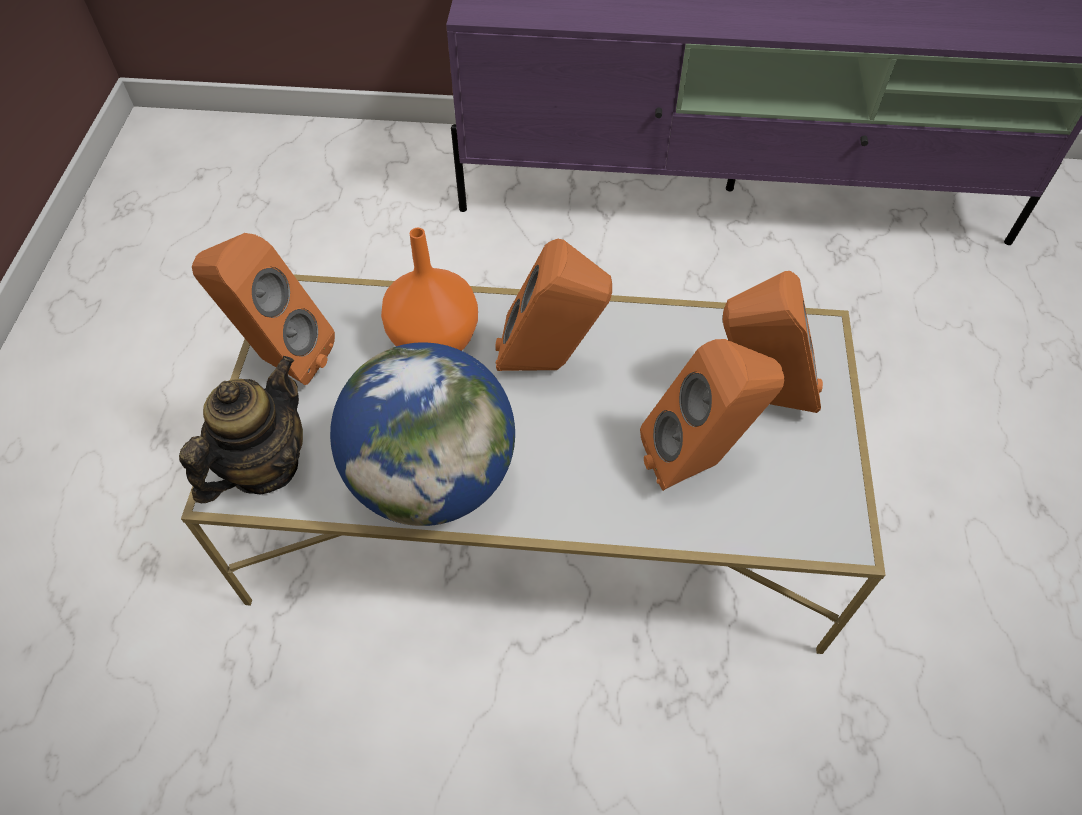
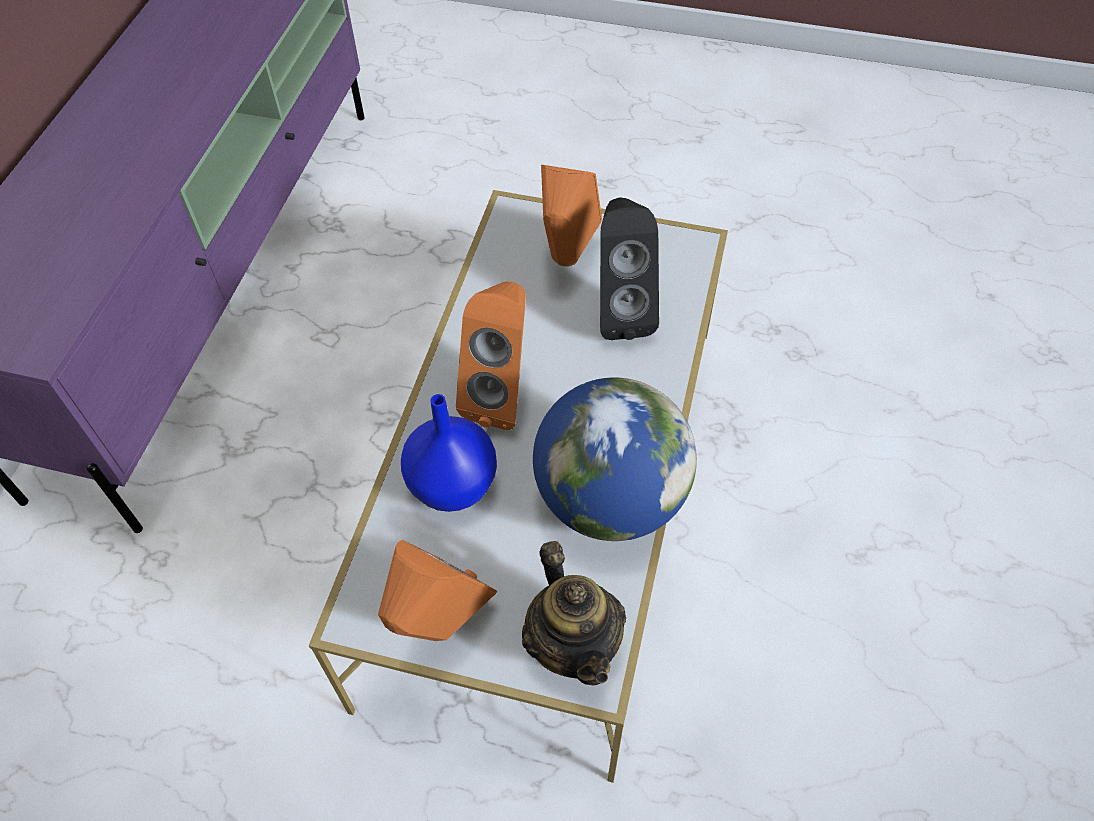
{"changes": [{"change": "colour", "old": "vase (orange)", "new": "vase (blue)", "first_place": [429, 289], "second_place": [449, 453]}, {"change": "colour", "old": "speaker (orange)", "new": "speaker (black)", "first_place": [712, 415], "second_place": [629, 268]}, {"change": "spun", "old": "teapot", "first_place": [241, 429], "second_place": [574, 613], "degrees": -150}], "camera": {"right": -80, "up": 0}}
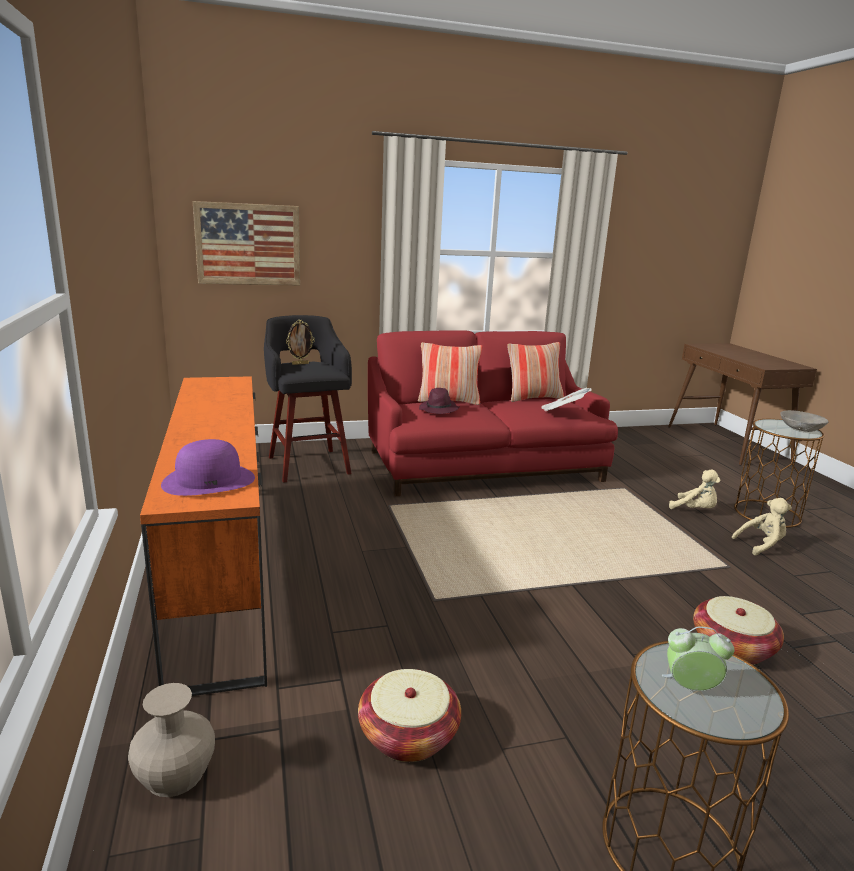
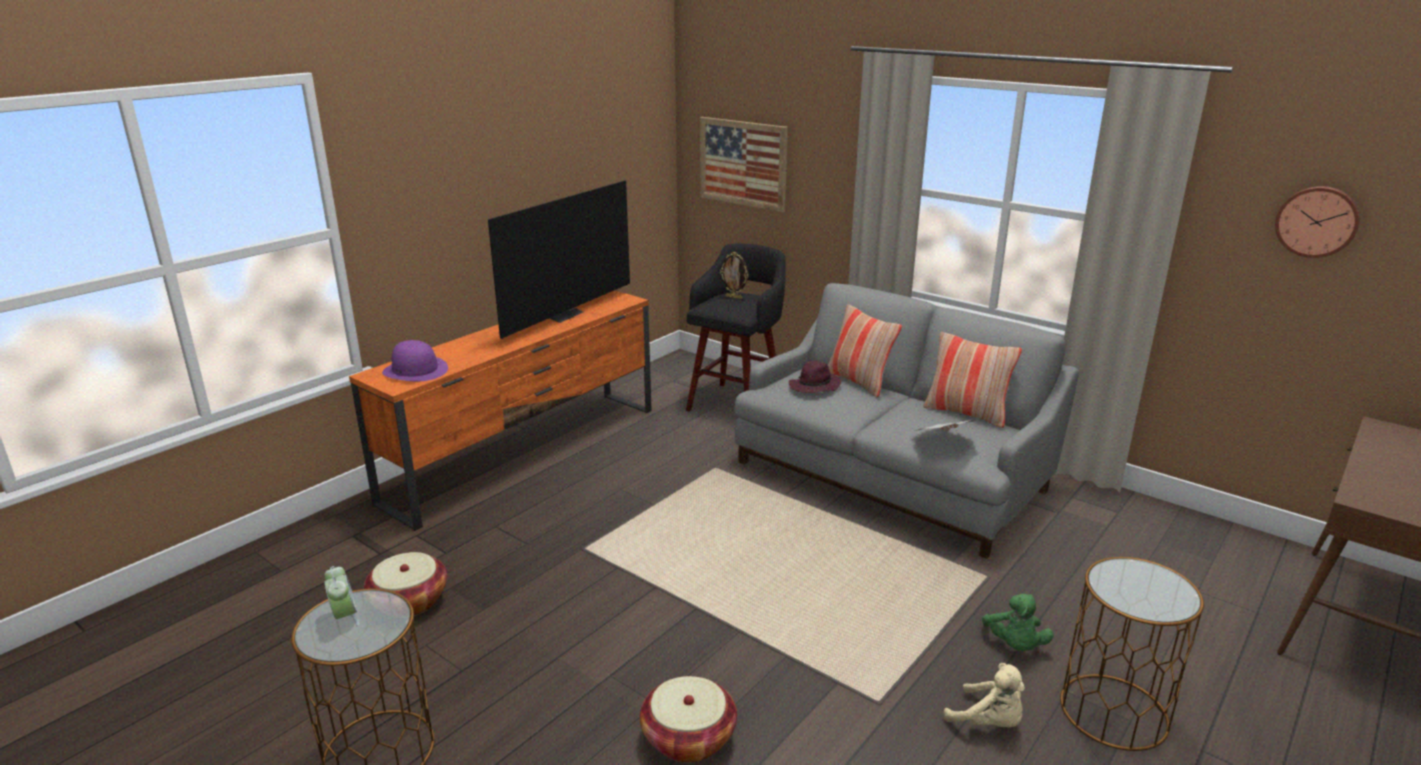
{"changes": [{"change": "colour", "old": "sofa (red)", "new": "sofa (grey)", "first_place": [493, 413], "second_place": [907, 421]}, {"change": "missing", "old": "bowl (grey)", "first_place": [804, 421]}, {"change": "colour", "old": "plush toy (beige)", "new": "plush toy (green)", "first_place": [695, 489], "second_place": [1017, 622]}, {"change": "missing", "old": "vase (beige)", "first_place": [171, 740]}, {"change": "appeared", "new": "television", "second_place": [559, 259]}, {"change": "appeared", "new": "wall clock", "second_place": [1317, 222]}], "camera": {"right": 55, "up": 5}}
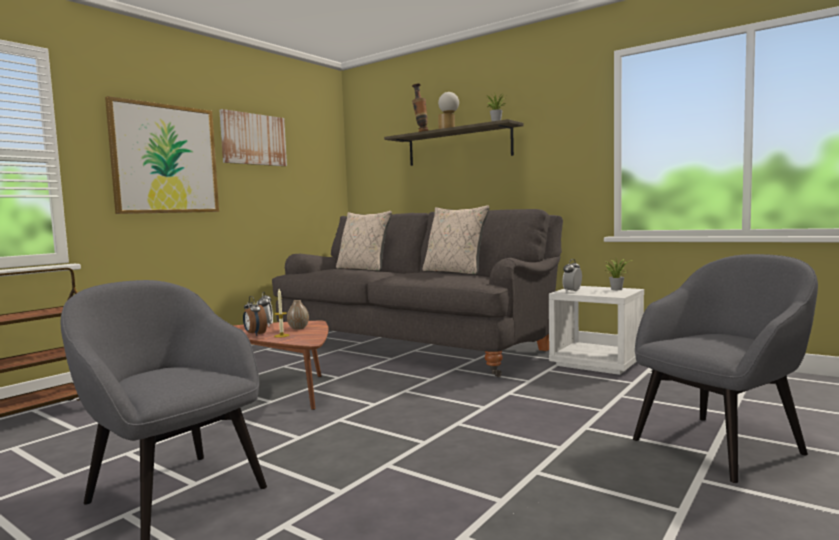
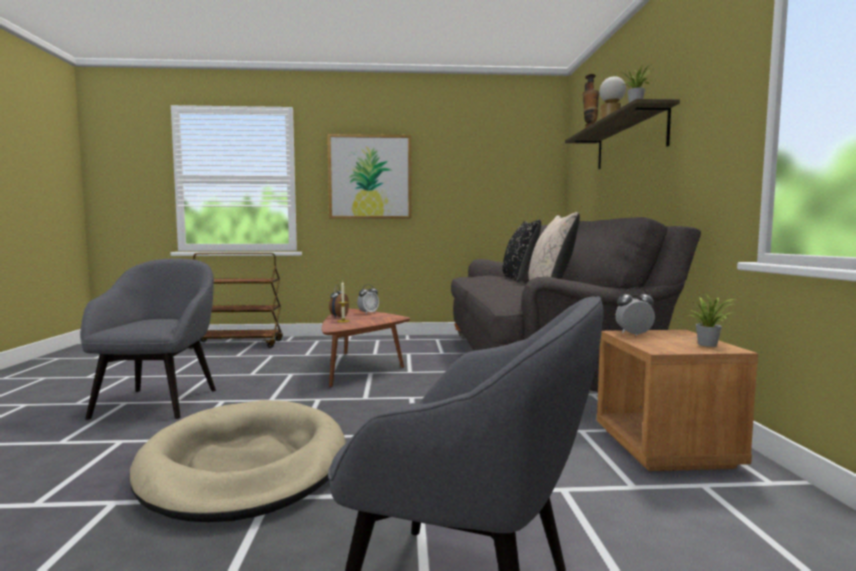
{"changes": [{"change": "missing", "old": "picture", "first_place": [253, 137]}, {"change": "colour", "old": "pillow (beige)", "new": "pillow (black)", "first_place": [364, 241], "second_place": [522, 250]}, {"change": "colour", "old": "nightstand (white)", "new": "nightstand (brown)", "first_place": [596, 330], "second_place": [677, 400]}, {"change": "missing", "old": "vase", "first_place": [298, 315]}, {"change": "appeared", "new": "dog bed (beige)", "second_place": [237, 461]}], "camera": {"right": 50, "up": 0}}
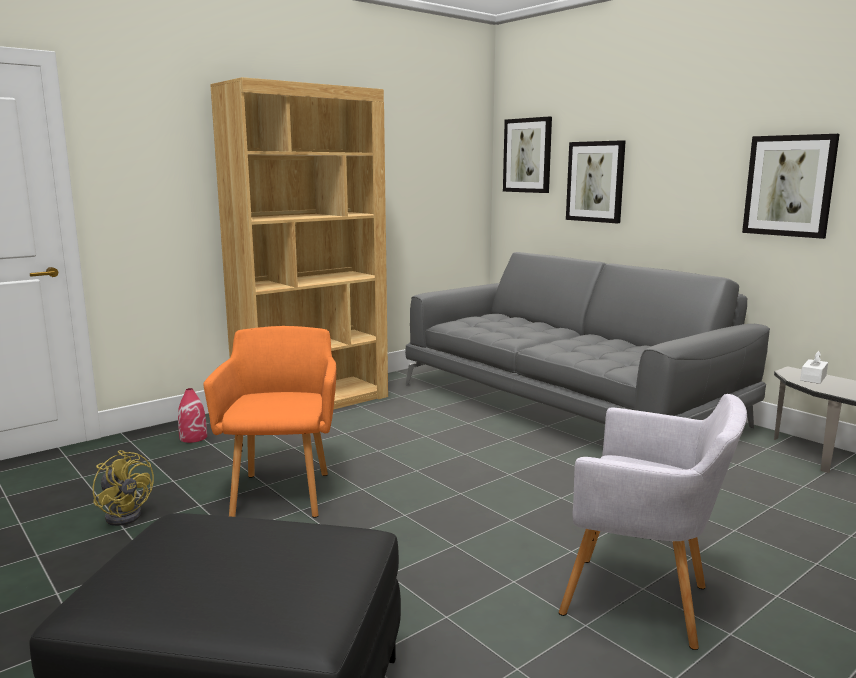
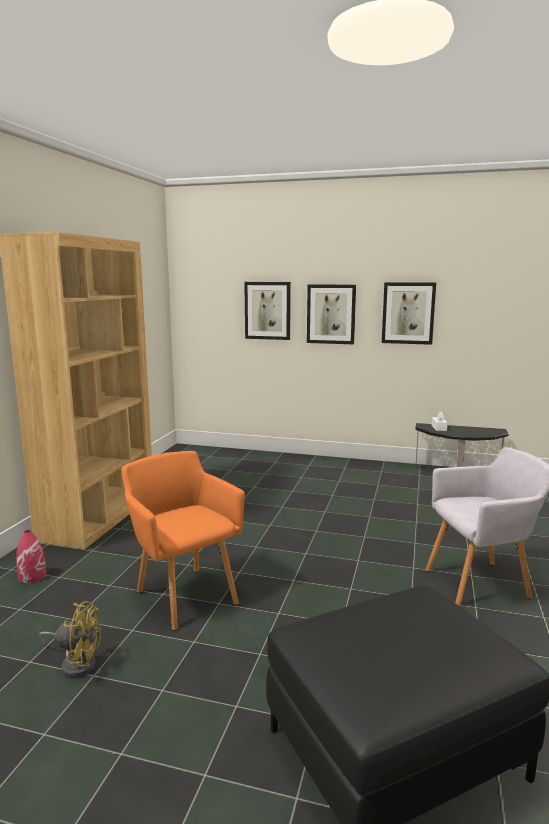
{"changes": [{"change": "relocated", "old": "picture", "first_place": [527, 155], "second_place": [331, 314]}, {"change": "missing", "old": "sofa (grey)", "first_place": [587, 340]}], "camera": {"right": -35, "up": 0}}
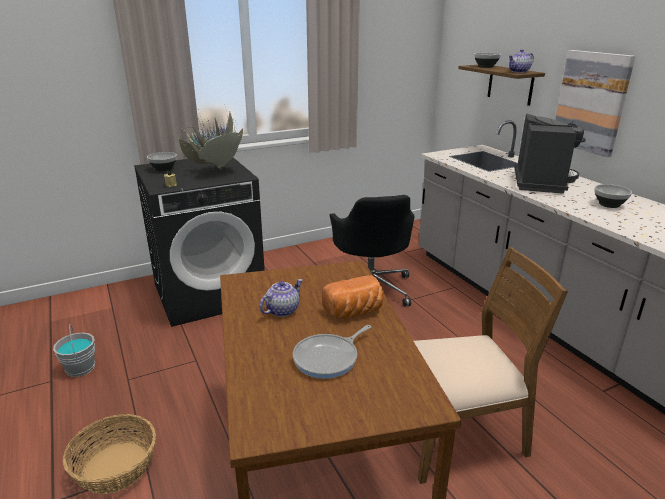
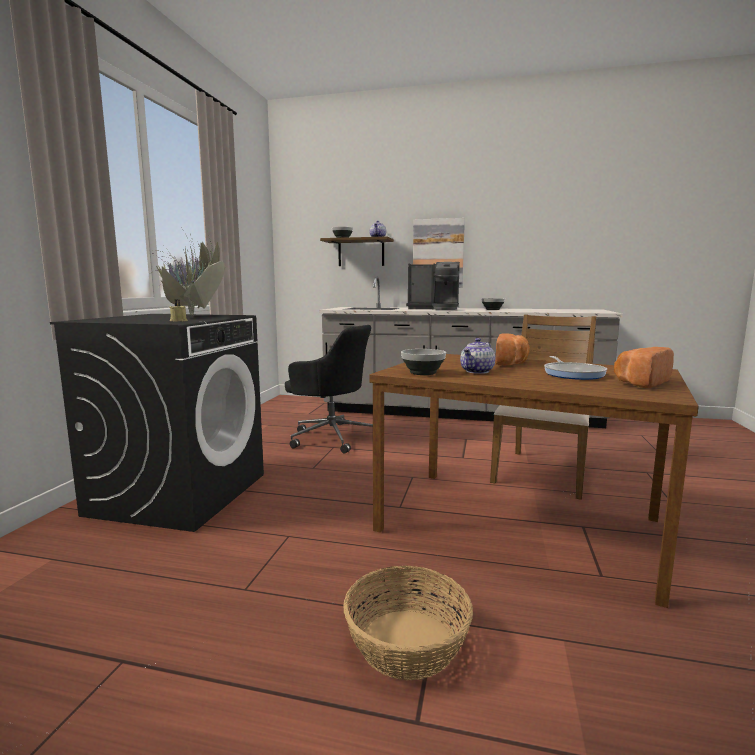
{"changes": [{"change": "spun", "old": "coffee machine", "first_place": [550, 154], "second_place": [433, 286], "degrees": 135}, {"change": "relocated", "old": "bowl", "first_place": [162, 161], "second_place": [423, 362]}, {"change": "spun", "old": "teapot", "first_place": [281, 298], "second_place": [477, 356], "degrees": -135}, {"change": "missing", "old": "bucket (grey)", "first_place": [74, 350]}, {"change": "appeared", "new": "bread", "second_place": [644, 367]}], "camera": {"right": -50, "up": -15}}
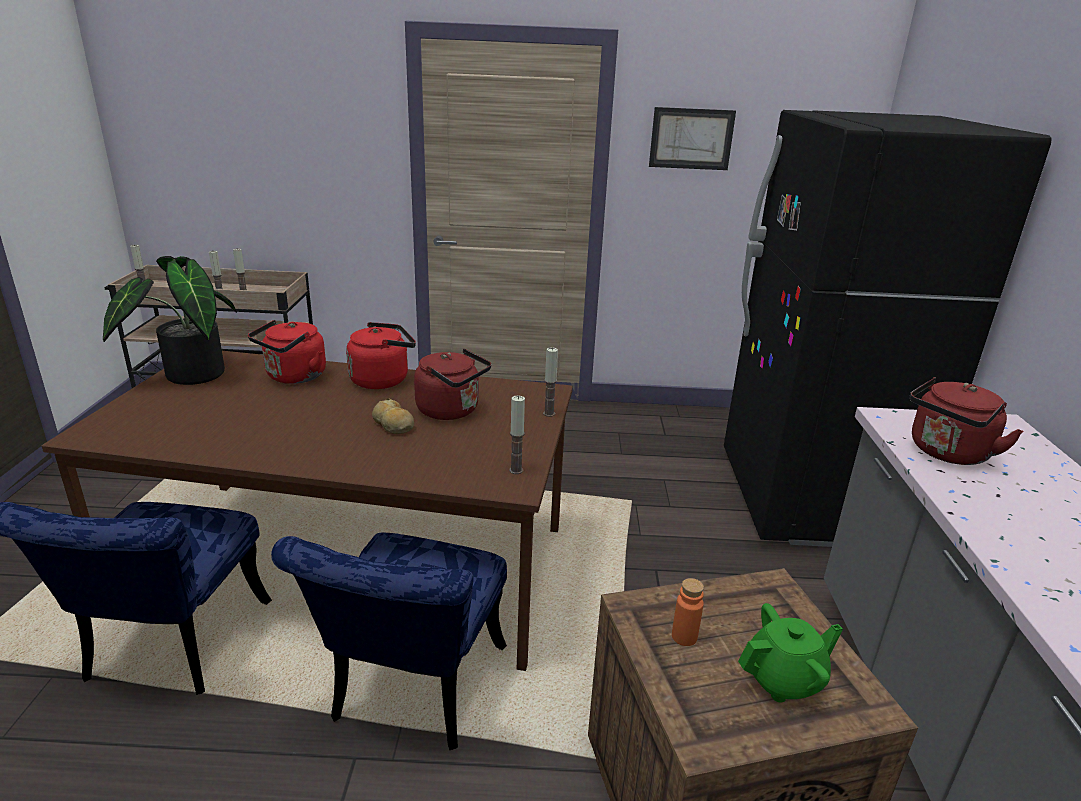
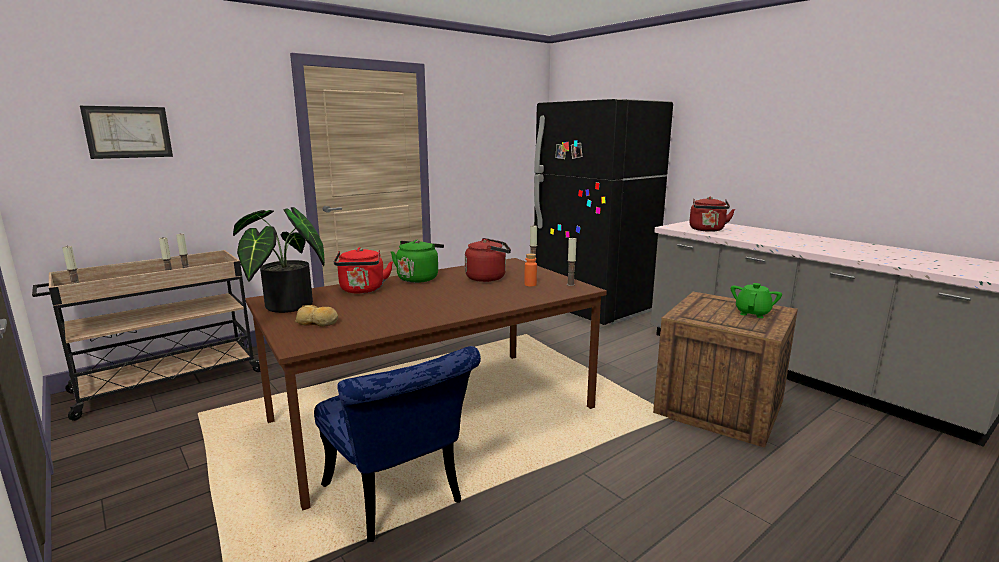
{"changes": [{"change": "relocated", "old": "picture", "first_place": [692, 138], "second_place": [126, 132]}, {"change": "colour", "old": "kettle (red)", "new": "kettle (green)", "first_place": [381, 355], "second_place": [417, 261]}, {"change": "relocated", "old": "bread", "first_place": [393, 416], "second_place": [316, 316]}, {"change": "missing", "old": "chair (blue)", "first_place": [389, 641]}, {"change": "relocated", "old": "bottle (orange)", "first_place": [688, 612], "second_place": [530, 269]}], "camera": {"right": -40, "up": -10}}
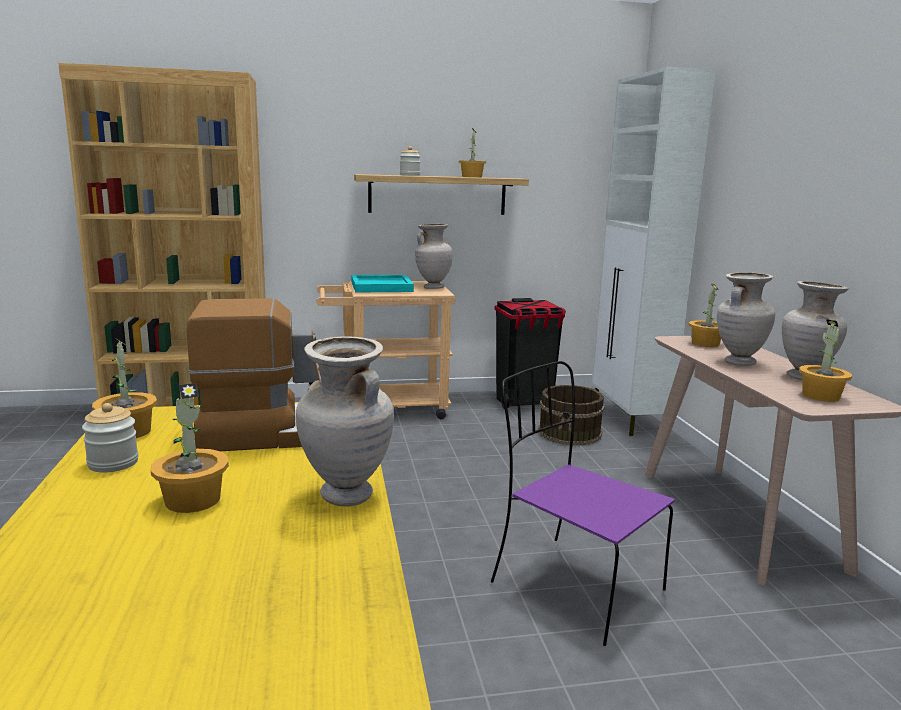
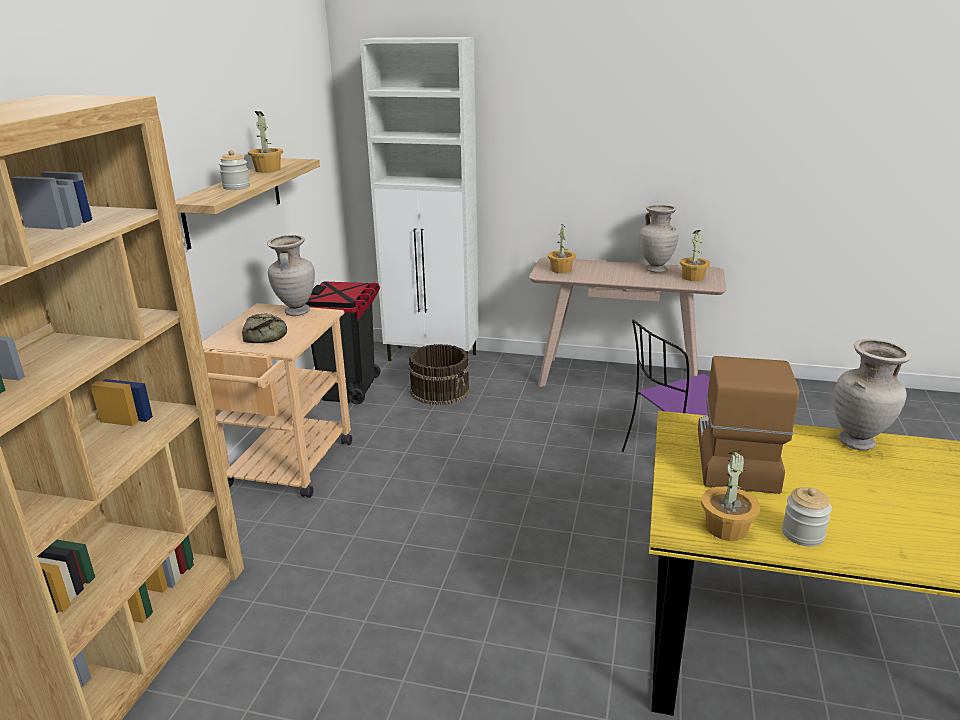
{"changes": [{"change": "missing", "old": "vase (beige)", "first_place": [746, 319]}, {"change": "exchanged", "old": "tray (turquoise)", "new": "bread", "first_place": [383, 284], "second_place": [264, 328]}, {"change": "missing", "old": "potted plant", "first_place": [190, 448]}], "camera": {"right": -65, "up": 10}}
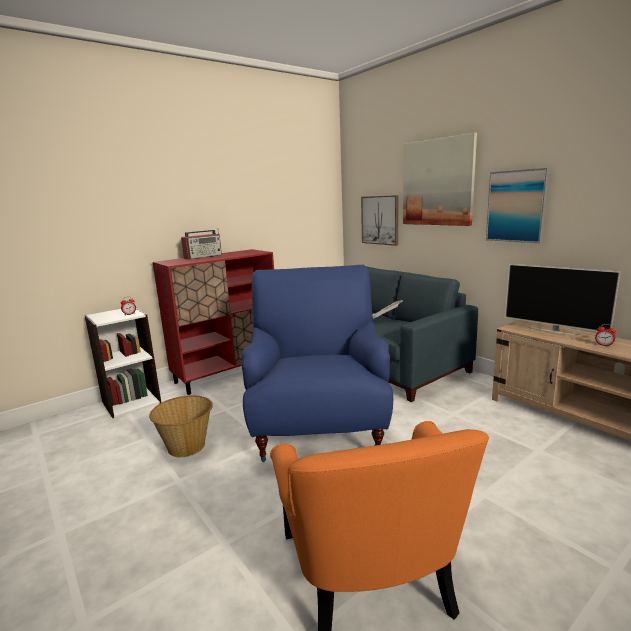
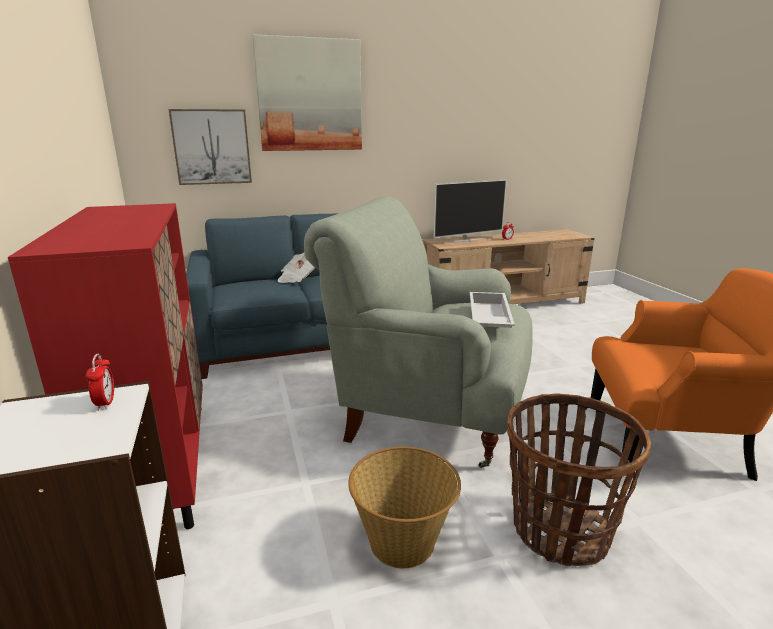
{"changes": [{"change": "missing", "old": "picture", "first_place": [517, 205]}, {"change": "missing", "old": "radio", "first_place": [201, 244]}, {"change": "colour", "old": "armchair (blue)", "new": "armchair (grey)", "first_place": [317, 363], "second_place": [418, 332]}, {"change": "appeared", "new": "tray (white)", "second_place": [492, 310]}, {"change": "appeared", "new": "basket", "second_place": [579, 480]}], "camera": {"right": -70, "up": 5}}
